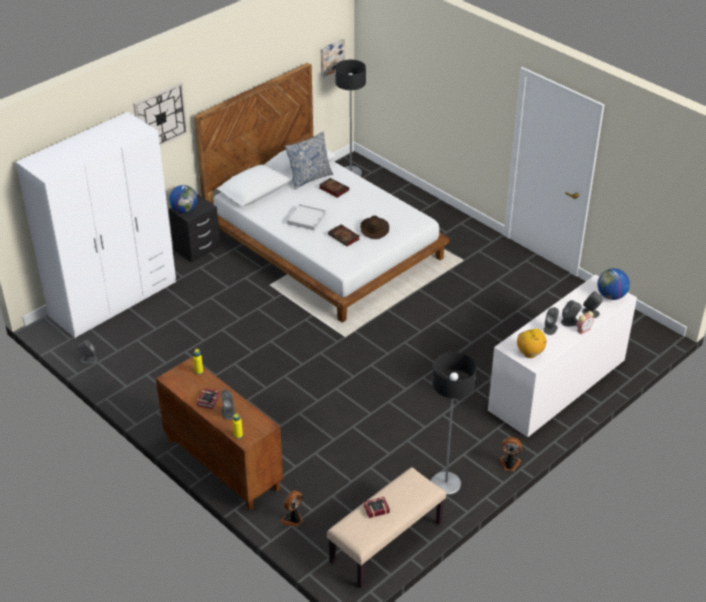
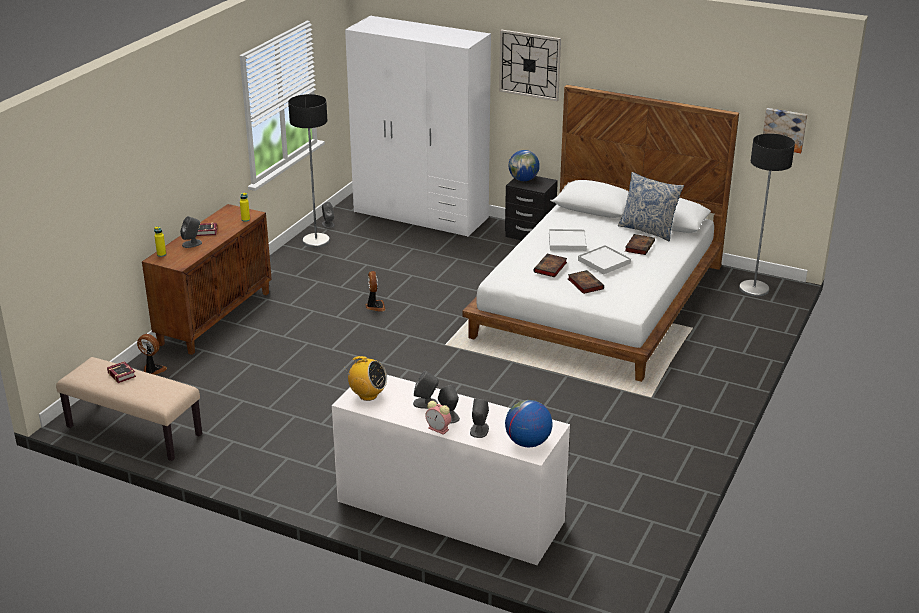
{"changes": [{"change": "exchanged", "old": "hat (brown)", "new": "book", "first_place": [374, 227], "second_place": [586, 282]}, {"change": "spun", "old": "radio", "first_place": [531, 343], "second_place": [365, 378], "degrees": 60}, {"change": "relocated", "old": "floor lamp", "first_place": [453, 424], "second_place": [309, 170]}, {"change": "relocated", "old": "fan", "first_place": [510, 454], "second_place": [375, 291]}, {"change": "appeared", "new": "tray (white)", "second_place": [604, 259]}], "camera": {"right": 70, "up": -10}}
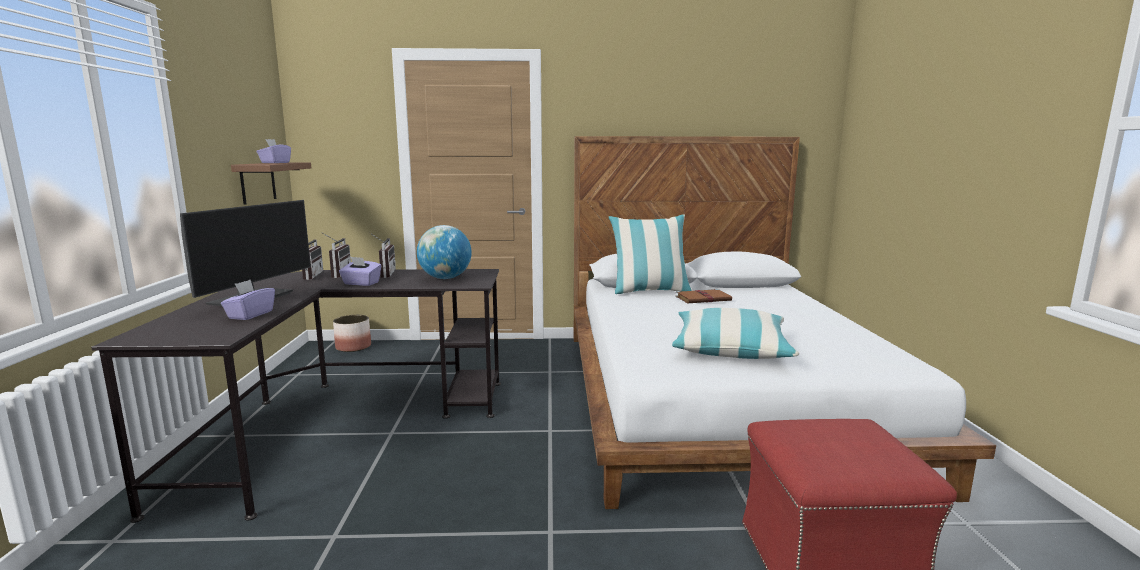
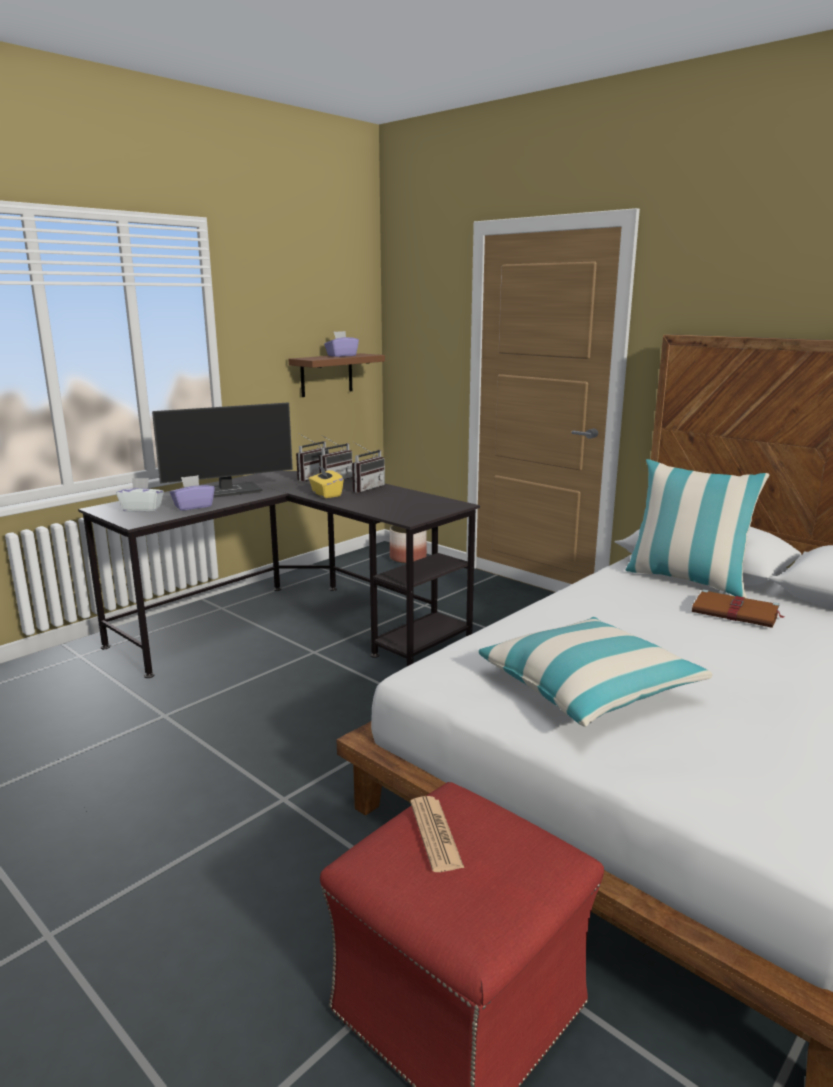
{"changes": [{"change": "missing", "old": "globe", "first_place": [444, 252]}, {"change": "colour", "old": "tissue box (purple)", "new": "tissue box (yellow)", "first_place": [360, 271], "second_place": [326, 482]}, {"change": "appeared", "new": "tissue box (white)", "second_place": [140, 495]}, {"change": "appeared", "new": "newspaper", "second_place": [437, 834]}], "camera": {"right": 45, "up": 5}}
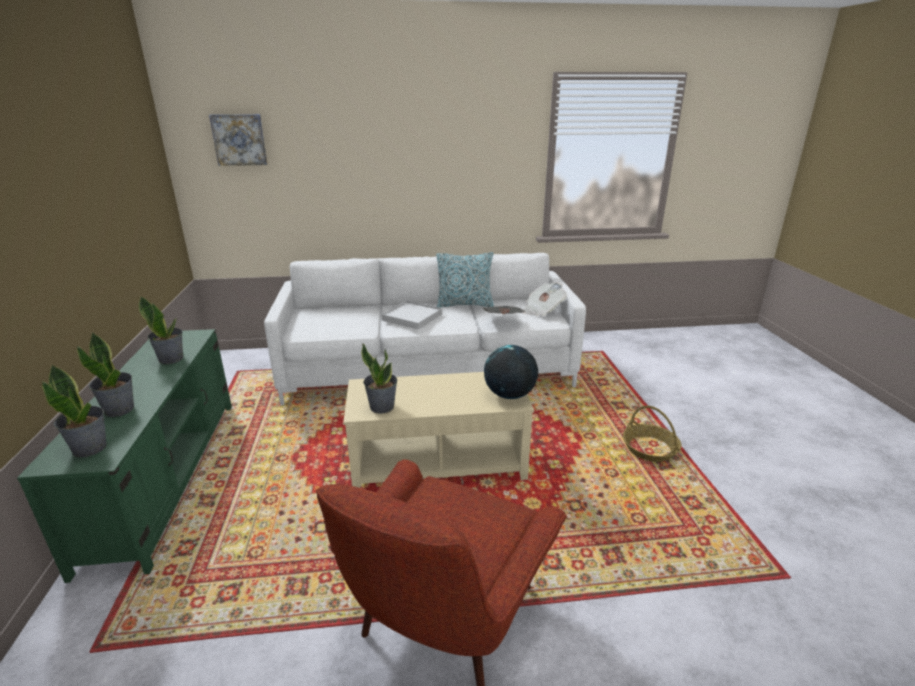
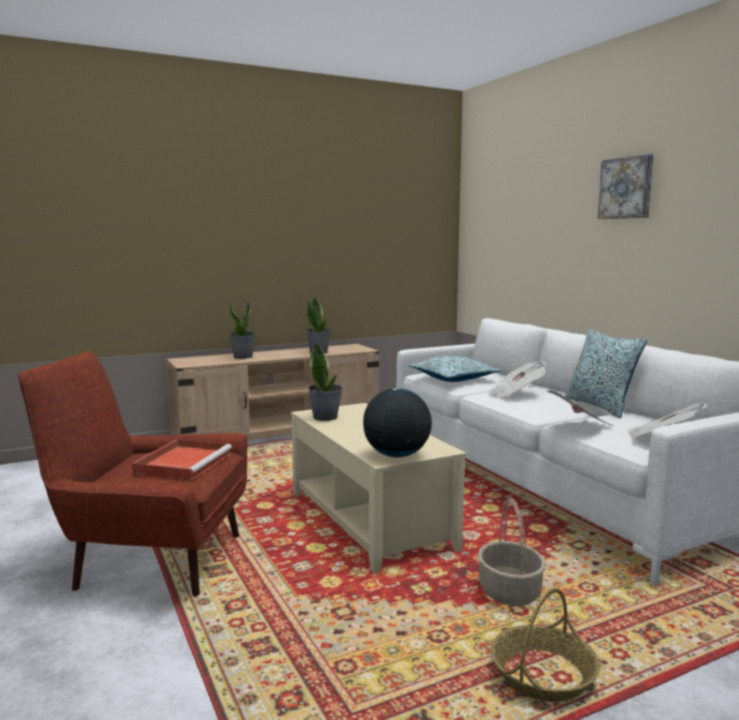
{"changes": [{"change": "relocated", "old": "picture", "first_place": [238, 140], "second_place": [625, 186]}, {"change": "exchanged", "old": "tray (white)", "new": "newspaper", "first_place": [411, 315], "second_place": [517, 378]}, {"change": "colour", "old": "tv stand (green)", "new": "tv stand (beige)", "first_place": [124, 456], "second_place": [272, 392]}, {"change": "missing", "old": "potted plant", "first_place": [74, 411]}, {"change": "appeared", "new": "pillow", "second_place": [455, 369]}, {"change": "appeared", "new": "tray (red)", "second_place": [182, 460]}, {"change": "appeared", "new": "basket", "second_place": [512, 551]}], "camera": {"right": 70, "up": -15}}
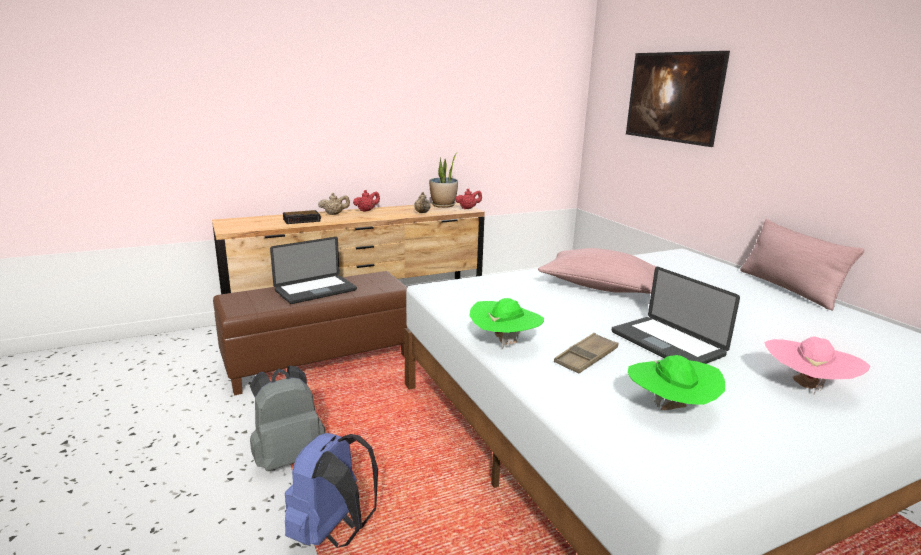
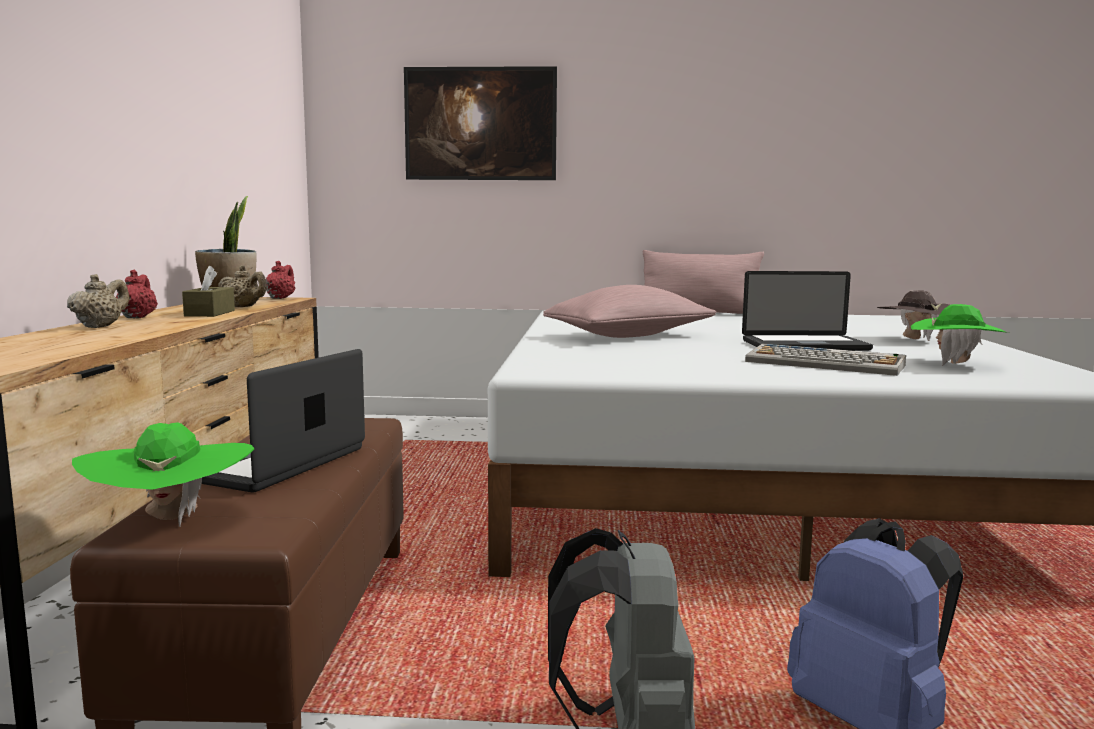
{"changes": [{"change": "missing", "old": "alarm clock", "first_place": [302, 217]}, {"change": "spun", "old": "laptop", "first_place": [313, 270], "second_place": [283, 421], "degrees": -150}, {"change": "relocated", "old": "hat (green)", "first_place": [506, 323], "second_place": [163, 474]}, {"change": "exchanged", "old": "tray (brown)", "new": "keyboard", "first_place": [586, 353], "second_place": [825, 360]}, {"change": "colour", "old": "hat (pink)", "new": "hat (brown)", "first_place": [817, 365], "second_place": [913, 316]}, {"change": "appeared", "new": "tissue box (brown)", "second_place": [208, 291]}], "camera": {"right": -60, "up": -10}}
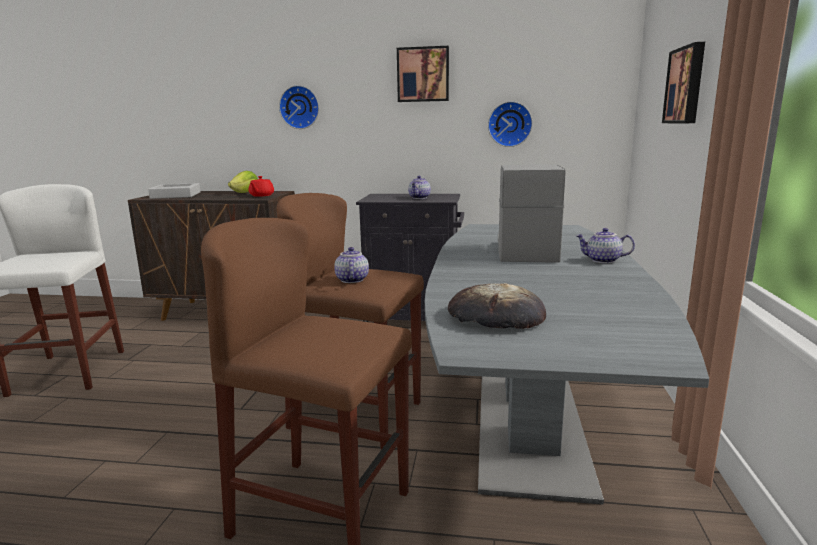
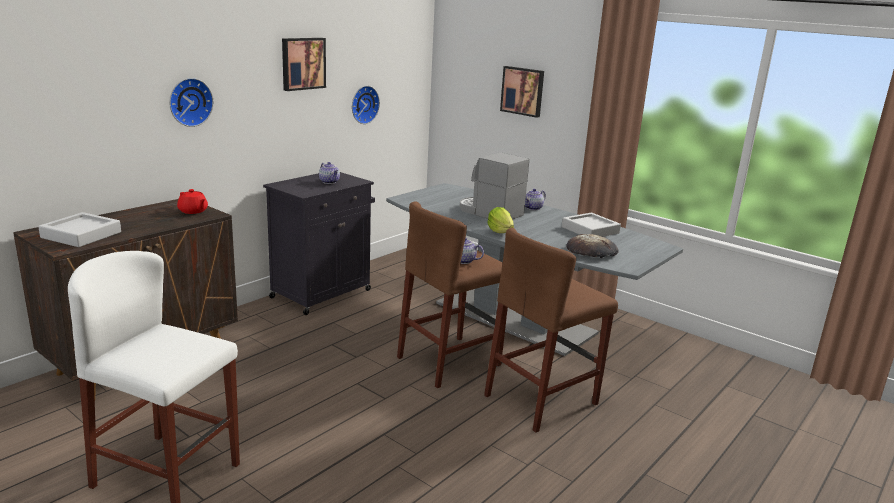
{"changes": [{"change": "relocated", "old": "lettuce", "first_place": [243, 182], "second_place": [500, 220]}, {"change": "appeared", "new": "tray (grey)", "second_place": [591, 225]}], "camera": {"right": -60, "up": 5}}
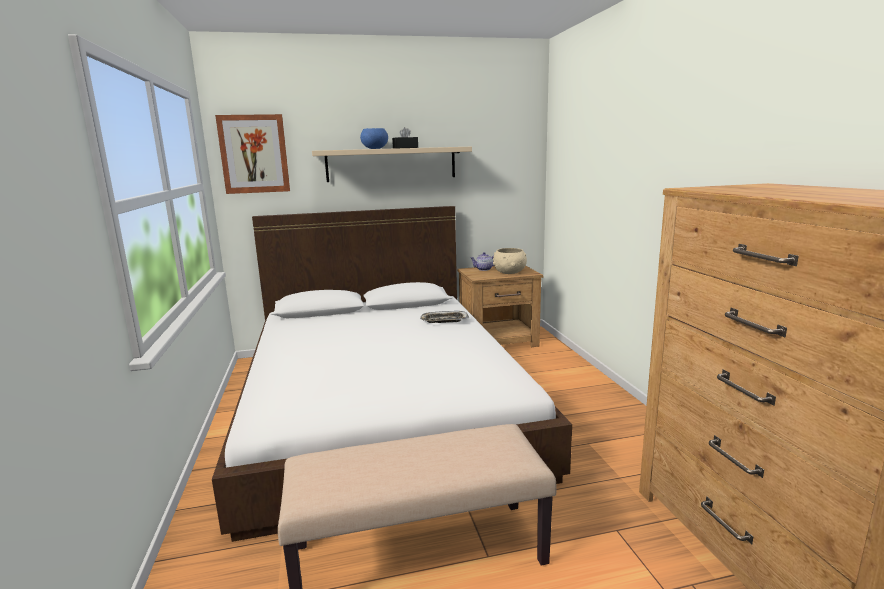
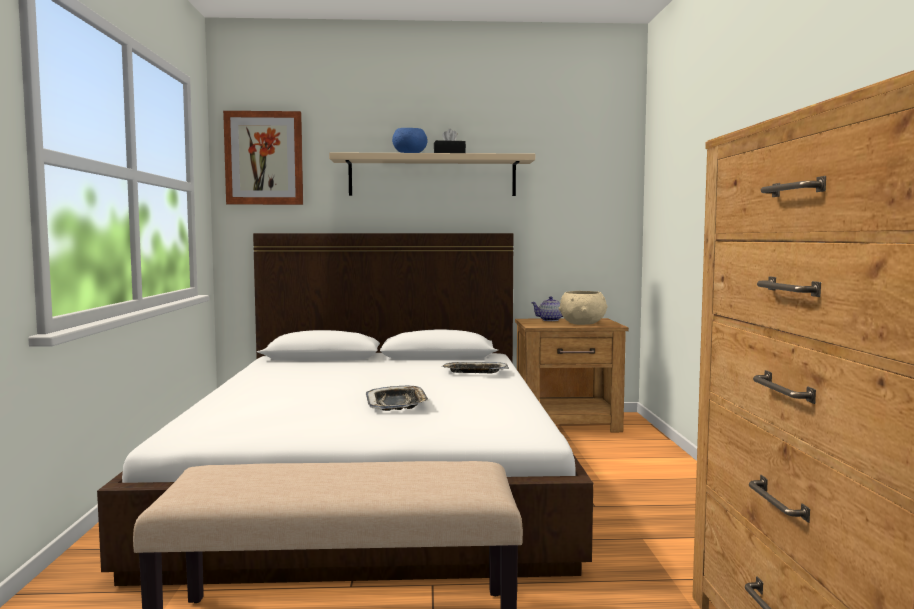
{"changes": [{"change": "appeared", "new": "tray", "second_place": [397, 398]}], "camera": {"right": 10, "up": -10}}
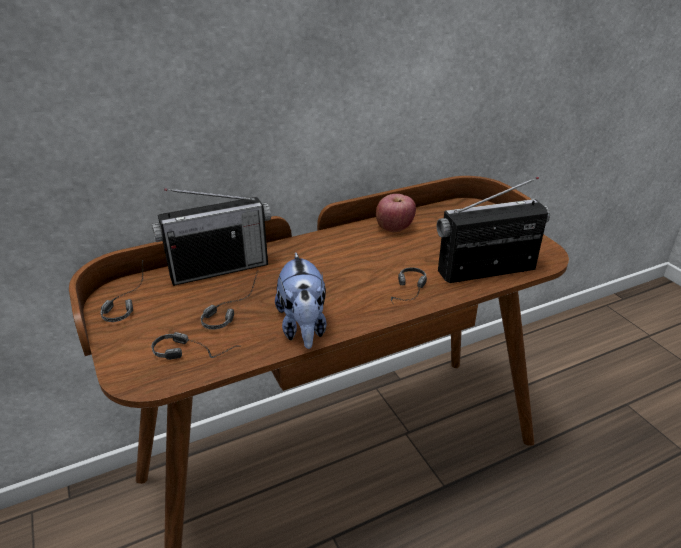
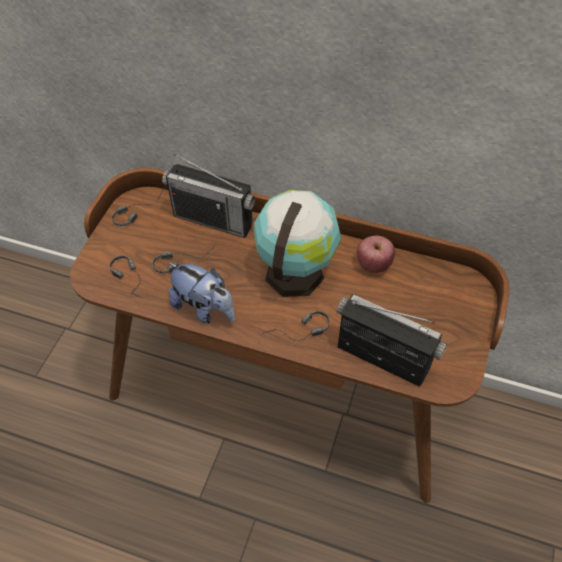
{"changes": [{"change": "spun", "old": "plush toy", "first_place": [300, 300], "second_place": [202, 293], "degrees": -90}, {"change": "appeared", "new": "globe", "second_place": [297, 243]}], "camera": {"right": 45, "up": 20}}
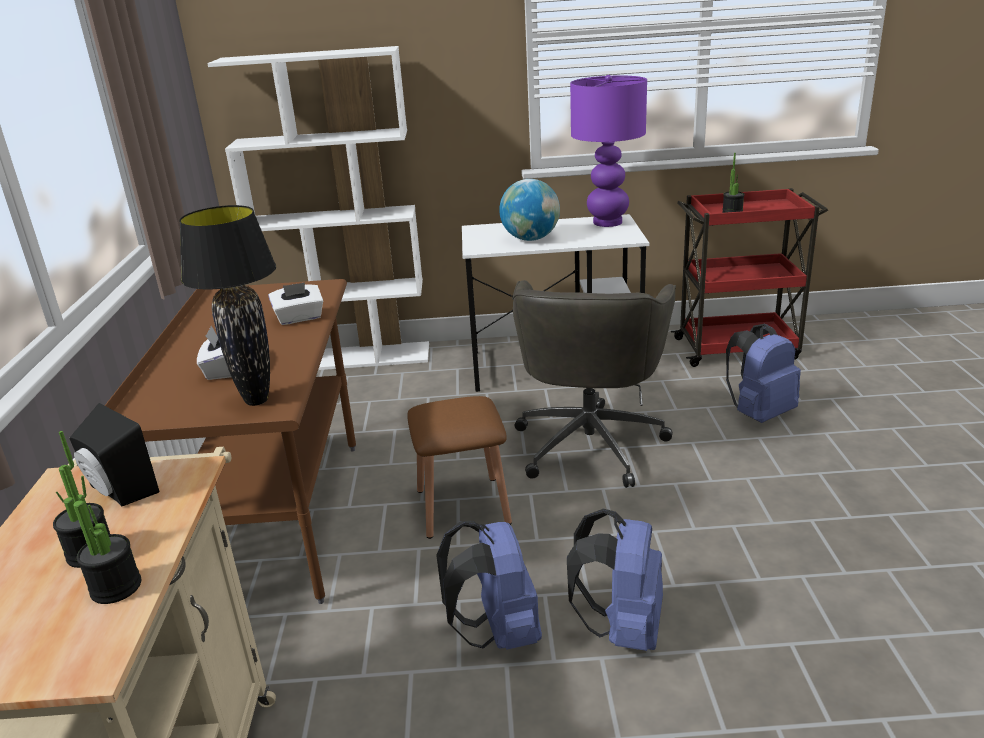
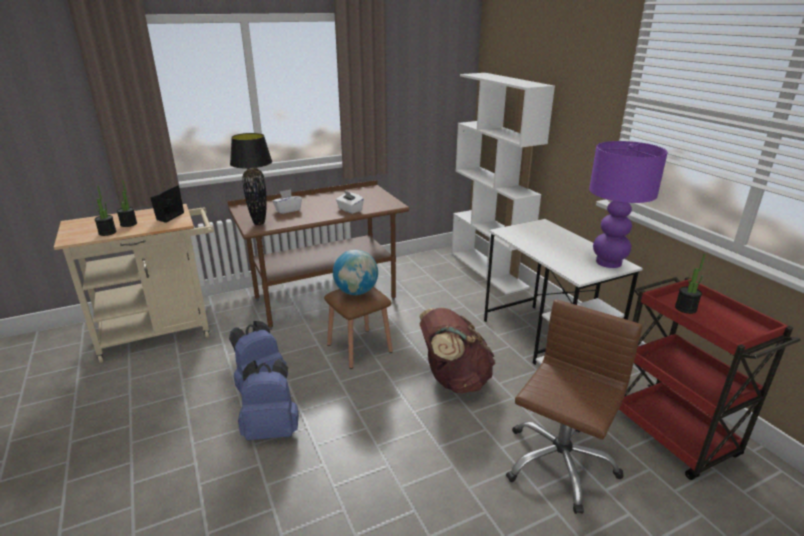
{"changes": [{"change": "relocated", "old": "globe", "first_place": [529, 210], "second_place": [355, 272]}, {"change": "exchanged", "old": "office chair (grey)", "new": "backpack (brown)", "first_place": [594, 384], "second_place": [458, 350]}, {"change": "exchanged", "old": "backpack (blue)", "new": "office chair (brown)", "first_place": [763, 373], "second_place": [574, 406]}], "camera": {"right": 65, "up": 0}}
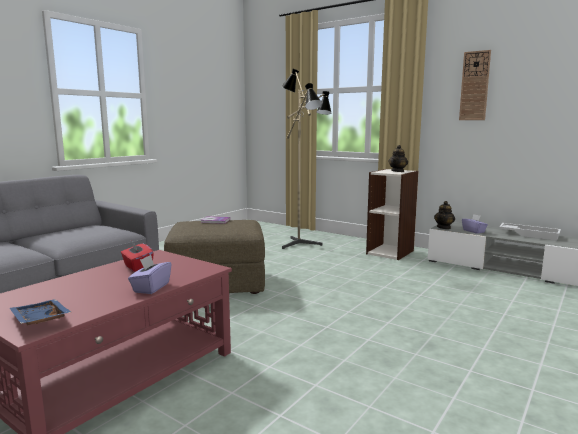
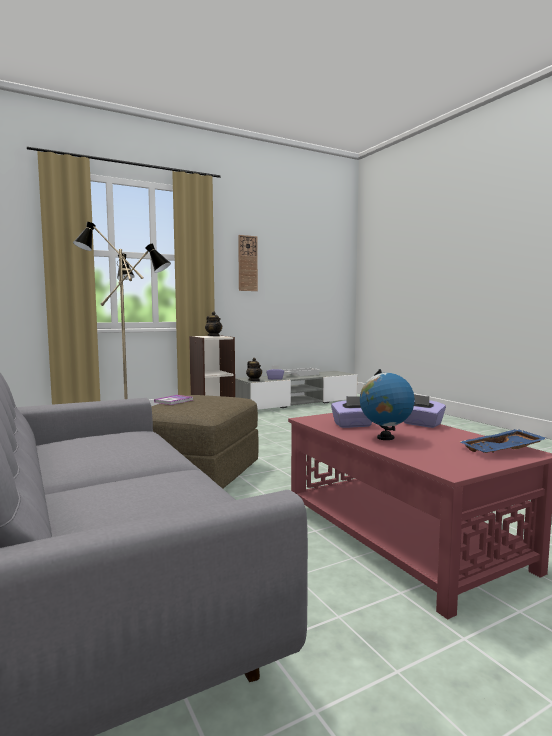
{"changes": [{"change": "colour", "old": "tissue box (red)", "new": "tissue box (purple)", "first_place": [137, 256], "second_place": [351, 412]}, {"change": "appeared", "new": "globe", "second_place": [387, 404]}], "camera": {"right": -65, "up": -5}}
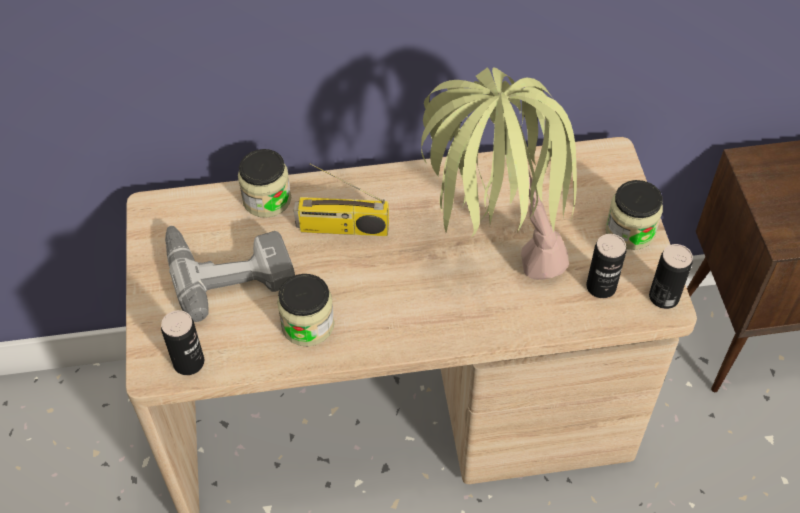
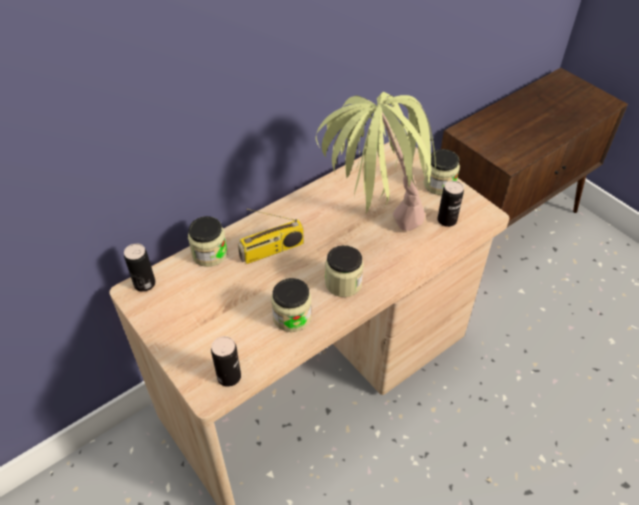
{"changes": [{"change": "missing", "old": "power drill", "first_place": [230, 274]}, {"change": "relocated", "old": "can", "first_place": [671, 276], "second_place": [140, 267]}, {"change": "appeared", "new": "jar", "second_place": [344, 271]}], "camera": {"right": -30, "up": -5}}
